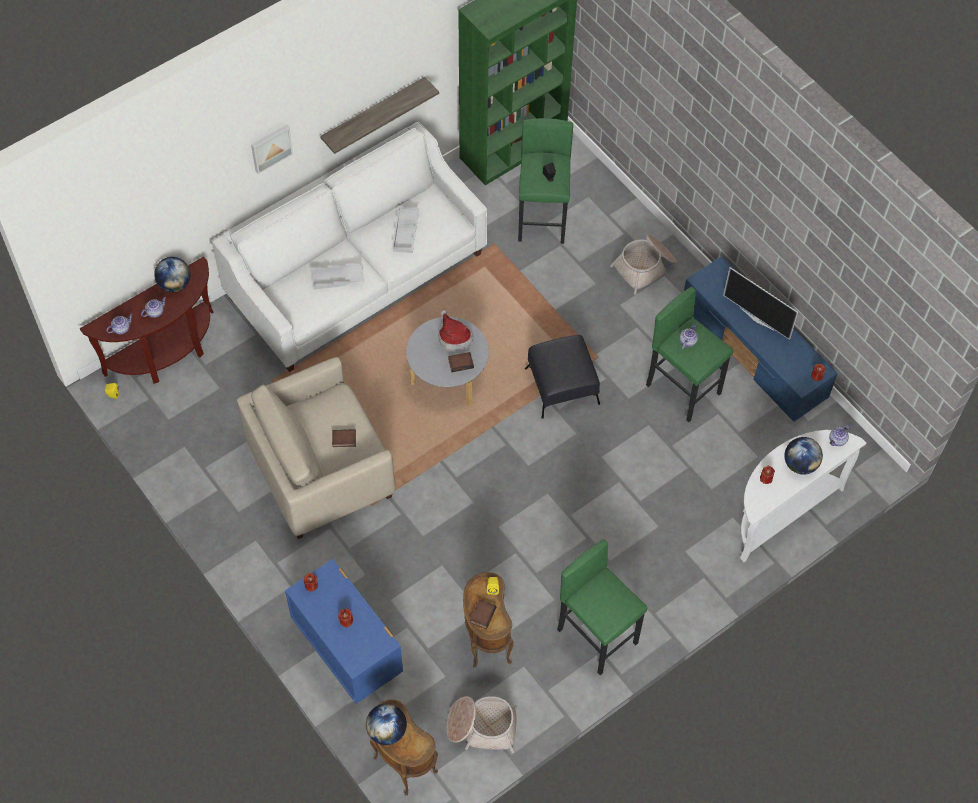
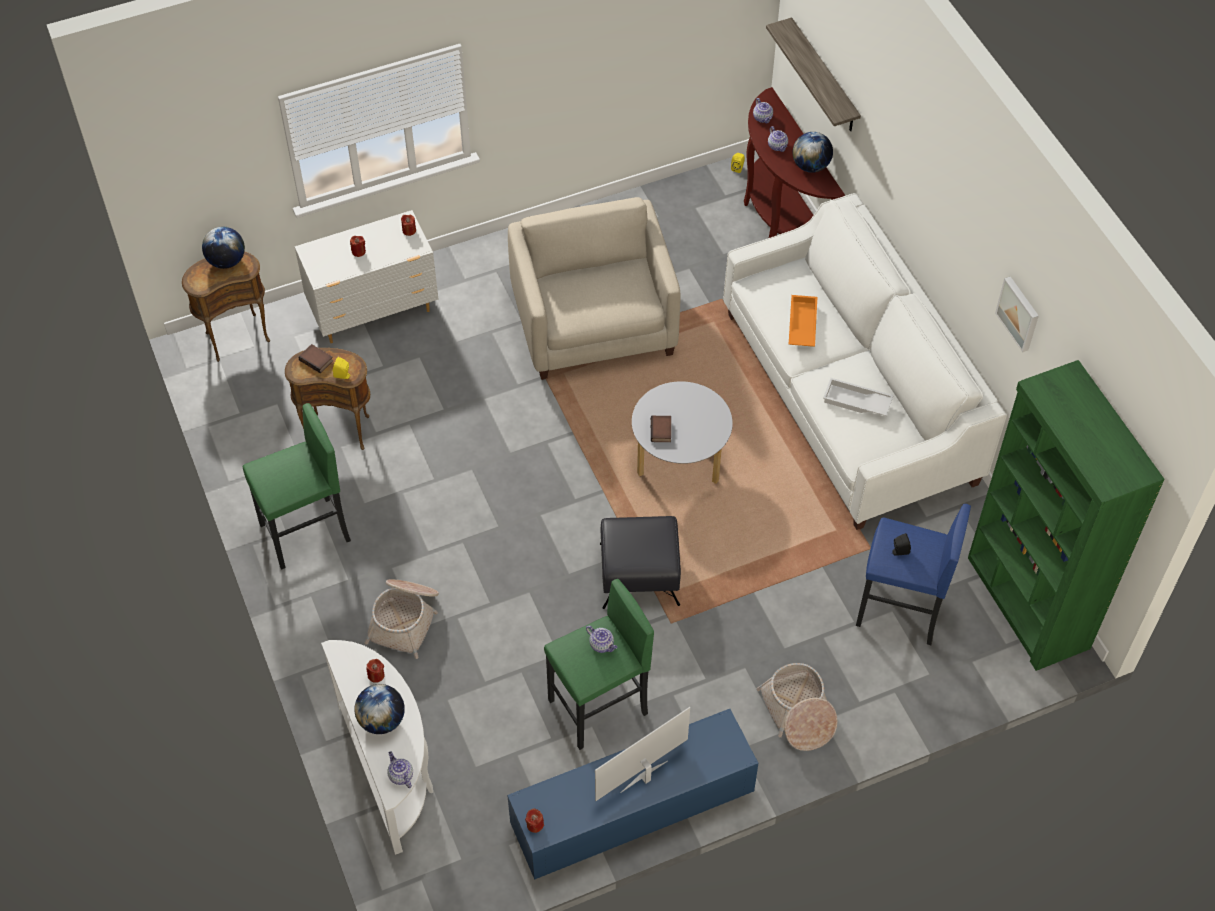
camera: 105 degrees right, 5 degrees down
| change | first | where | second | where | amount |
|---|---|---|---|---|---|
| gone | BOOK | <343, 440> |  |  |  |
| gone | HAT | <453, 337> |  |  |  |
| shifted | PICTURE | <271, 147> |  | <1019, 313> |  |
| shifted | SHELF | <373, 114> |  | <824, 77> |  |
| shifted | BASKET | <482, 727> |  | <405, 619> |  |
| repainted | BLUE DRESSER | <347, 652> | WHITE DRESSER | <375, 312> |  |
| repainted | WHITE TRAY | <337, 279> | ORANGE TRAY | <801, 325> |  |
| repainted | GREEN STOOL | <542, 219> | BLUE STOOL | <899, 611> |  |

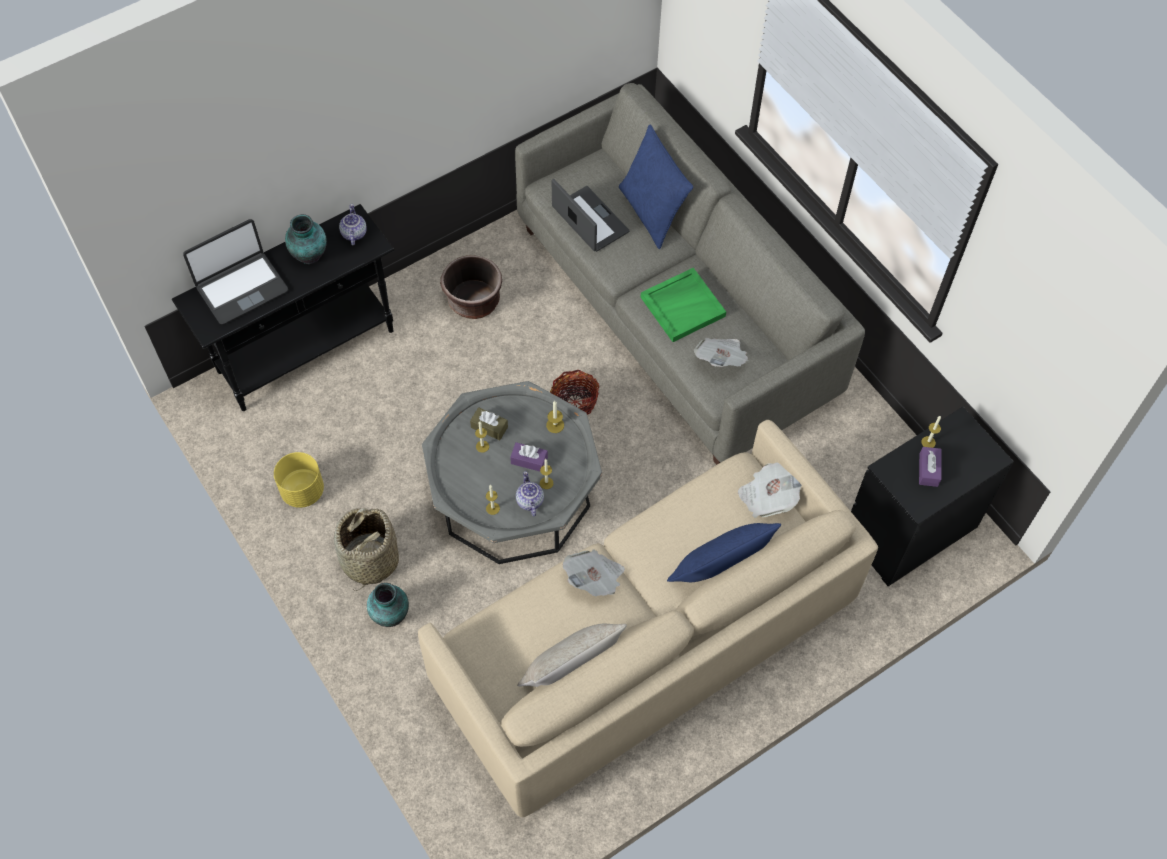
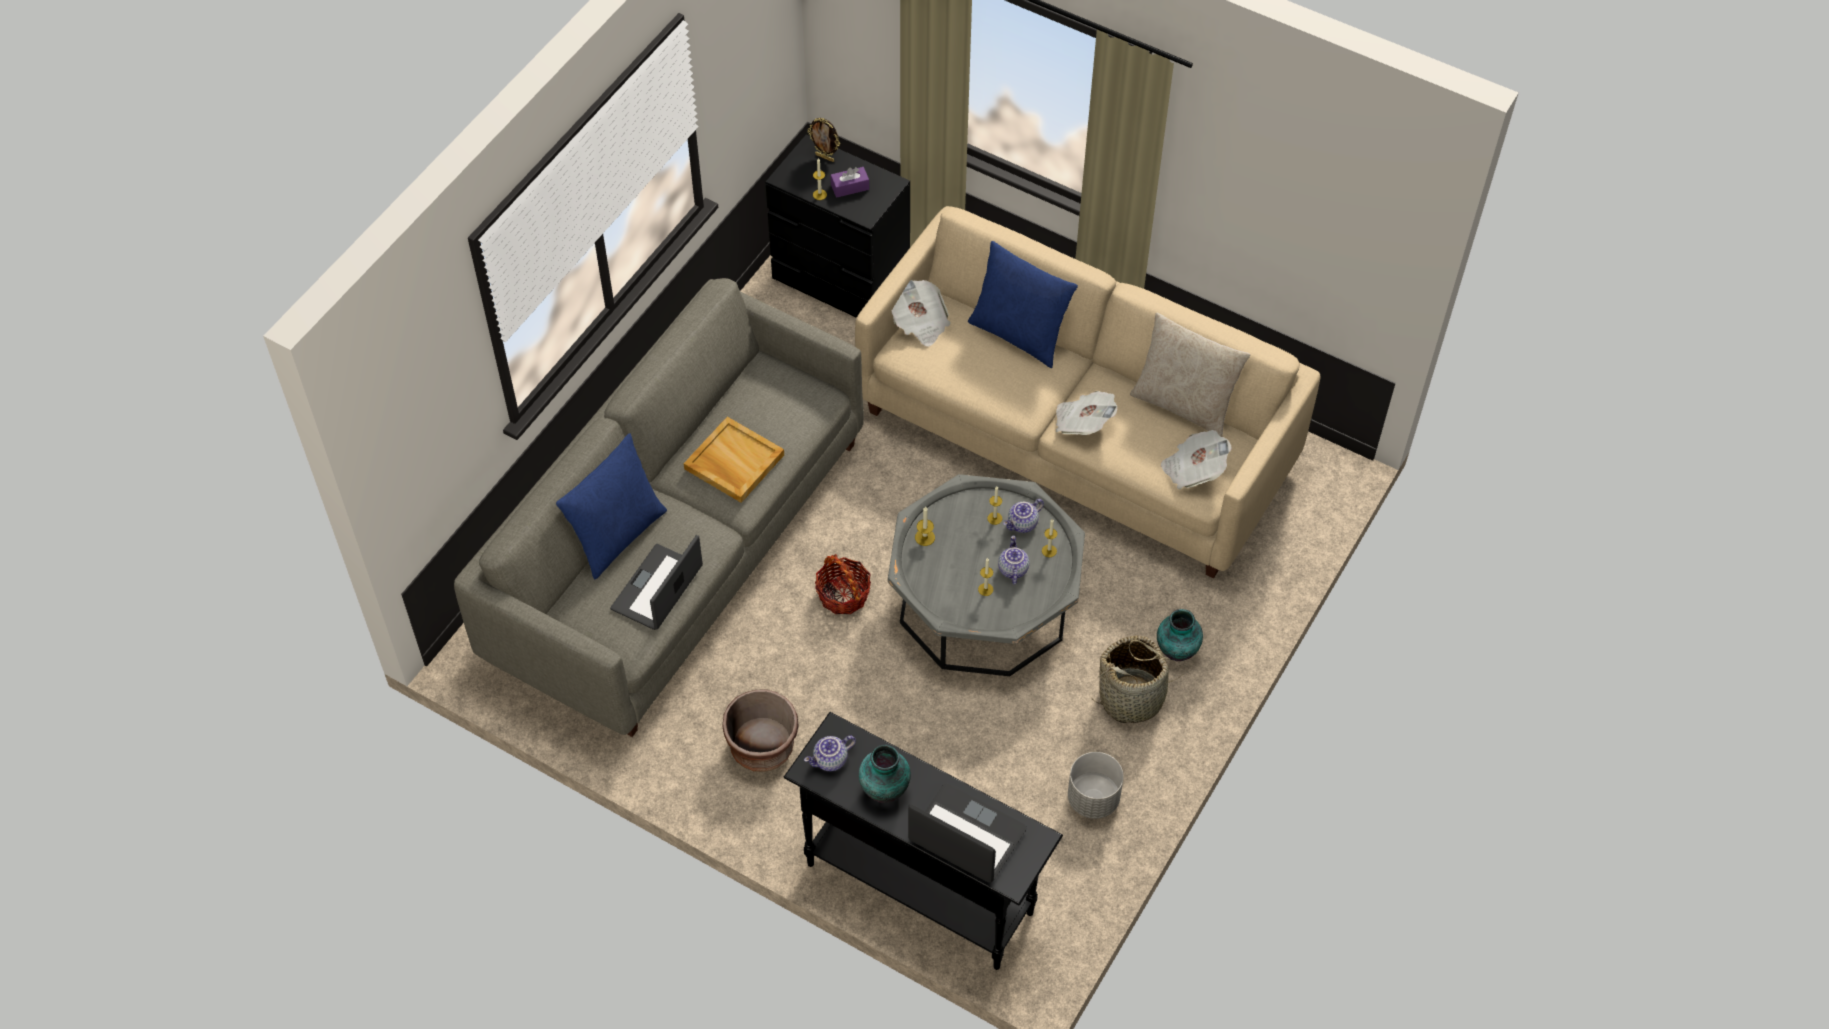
camera: 115 degrees left, 5 degrees down
| change | first | where | second | where | amount |
|---|---|---|---|---|---|
| gone | BROWN TISSUE BOX | <489, 427> |  |  |  |
| gone | PURPLE TISSUE BOX | <529, 460> |  |  |  |
| new |  |  | PICTURE FRAME | <825, 157> |  |
| new |  |  | TEAPOT | <1012, 569> |  |
| shifted | NEWSPAPER | <721, 359> |  | <1193, 469> |  |
| repainted | YELLOW PLANTER | <302, 491> | GREY PLANTER | <1093, 799> |  |
| repainted | GREEN TRAY | <683, 306> | BEIGE TRAY | <733, 462> |  |

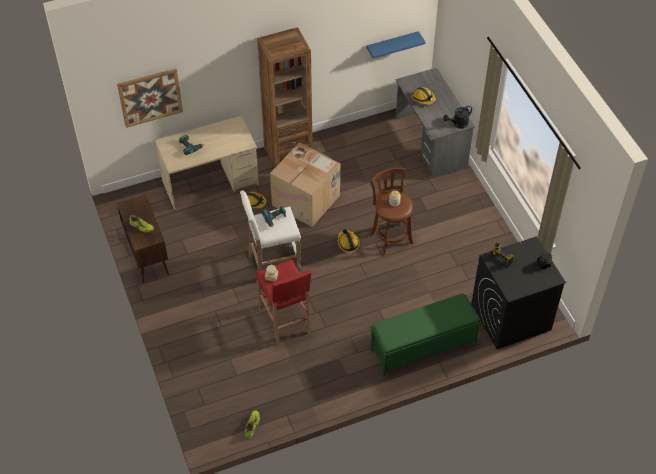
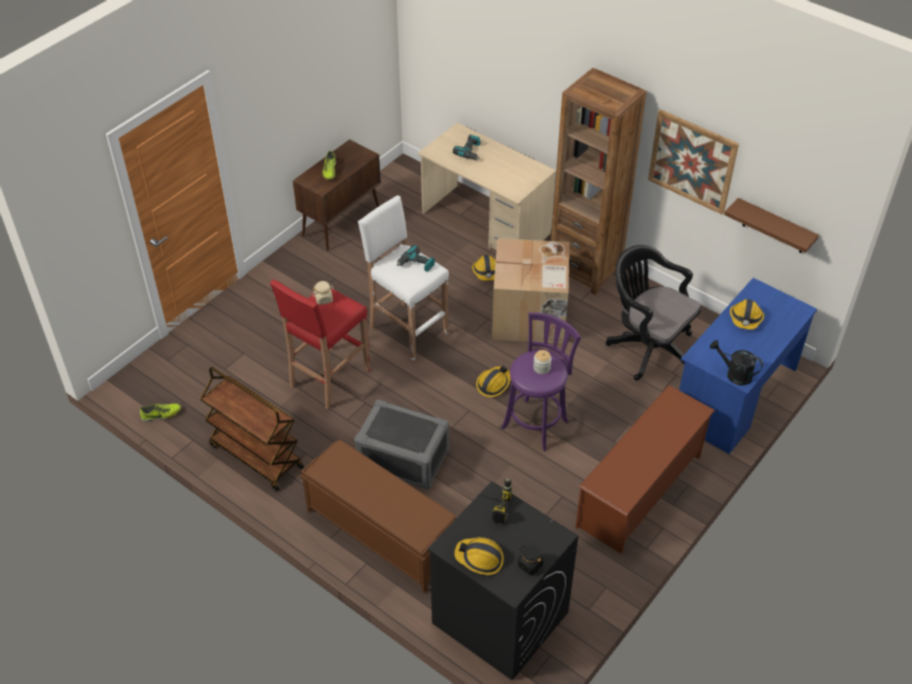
camera: 60 degrees right, 5 degrees down
| change | first | where | second | where | amount |
|---|---|---|---|---|---|
| new |  |  | BROWN CART | <255, 456> |  |
| new |  |  | GREY STORAGE BOX | <402, 459> |  |
| new |  |  | HARD HAT | <480, 559> |  |
| new |  |  | BROWN SHOE RACK | <640, 491> |  |
| new |  |  | BLACK OFFICE CHAIR | <647, 347> |  |
| shifted | PICTURE | <150, 97> |  | <692, 161> |  |
| repainted | BLUE SHELF | <392, 45> | BROWN SHELF | <774, 227> |  |
| repainted | BROWN STOOL | <390, 237> | PURPLE STOOL | <536, 422> |  |
| repainted | GREEN BENCH | <422, 346> | BROWN BENCH | <380, 533> |  |
| repainted | GREY DESK | <430, 142> | BLUE DESK | <734, 396> |  |

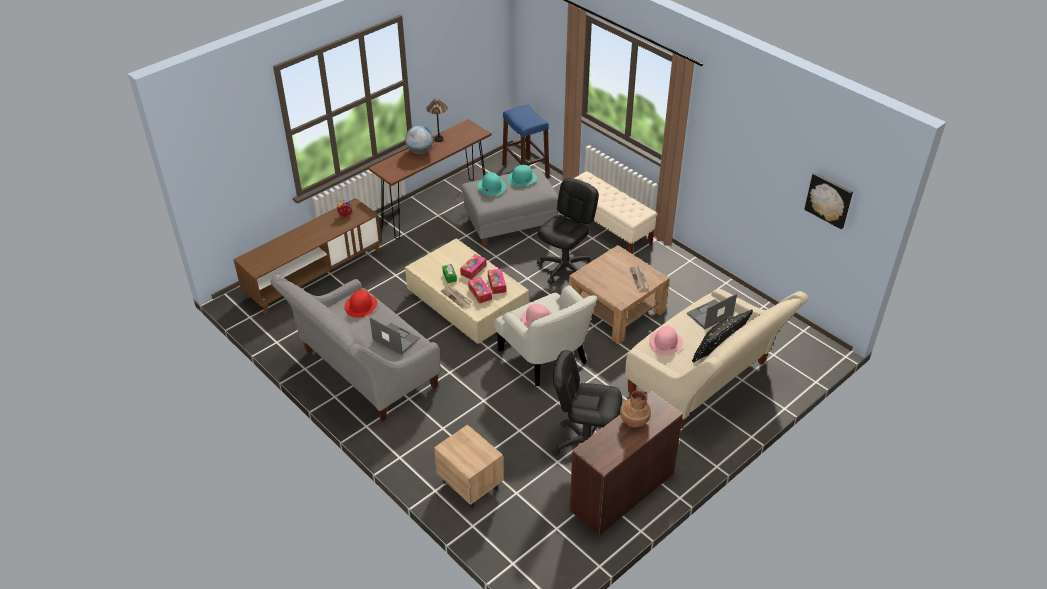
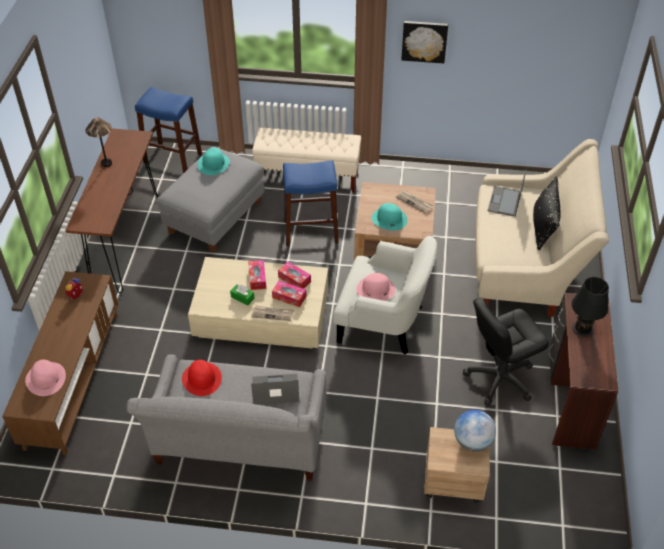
camera: 40 degrees left, 5 degrees up
| change | first | where | second | where | amount |
|---|---|---|---|---|---|
| shifted | GLOBE | <420, 151> |  | <472, 441> |  |
| shifted | TURQUOISE HAT | <491, 187> |  | <389, 219> |  |
| shifted | PINK HAT | <665, 342> |  | <46, 379> |  |
| shifted | PICTURE | <829, 199> |  | <424, 41> |  |
| swapped | BLACK OFFICE CHAIR | <565, 268> | BLUE STOOL | <311, 231> |  |
| swapped | BROWN VASE | <634, 420> | BLACK TABLE LAMP | <583, 327> |  |

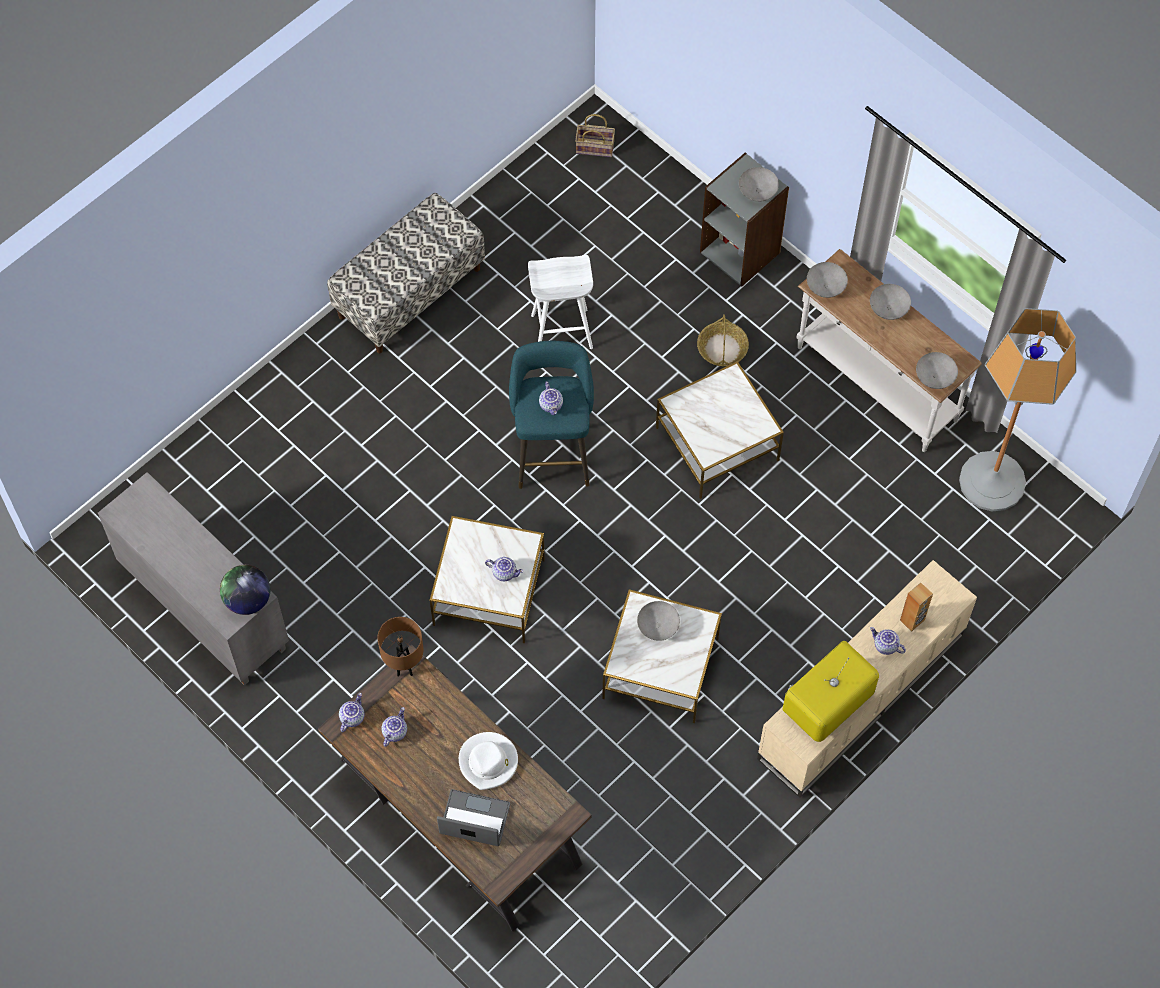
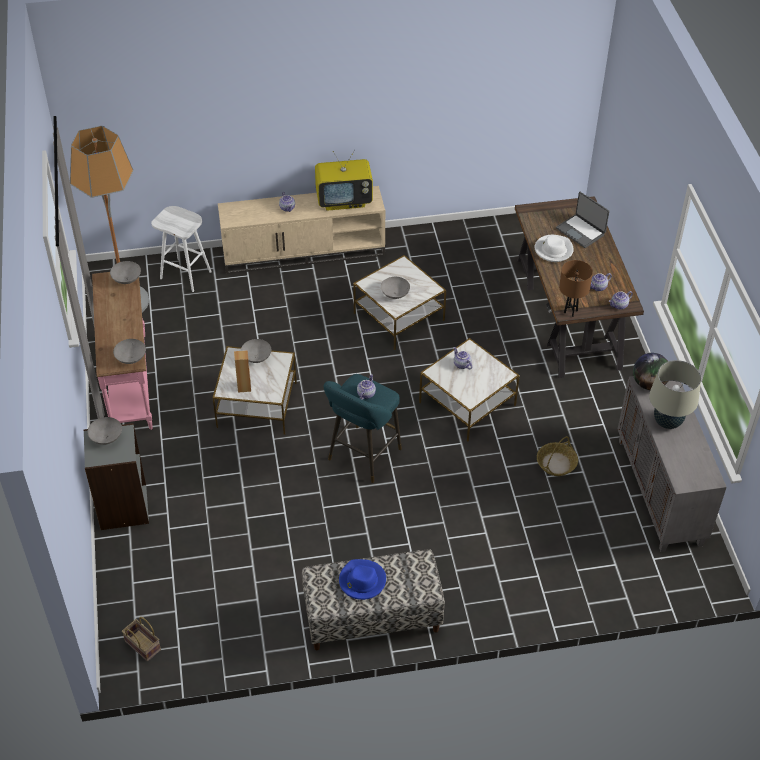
camera: 145 degrees left, 15 degrees down
| change | first | where | second | where | amount |
|---|---|---|---|---|---|
| new |  |  | BLUE HAT | <362, 581> |  |
| new |  |  | BEIGE TABLE LAMP | <667, 422> |  |
| shifted | WHITE STOOL | <561, 332> |  | <186, 275> |  |
| shifted | BASKET | <722, 348> |  | <556, 464> |  |
| shifted | GREY BOWL | <888, 308> |  | <256, 358> |  |
| shifted | BROWN SPEAKER | <912, 620> |  | <244, 387> |  |
| repainted | WHITE CONSOLE TABLE | <875, 385> | PINK CONSOLE TABLE | <130, 382> |  |

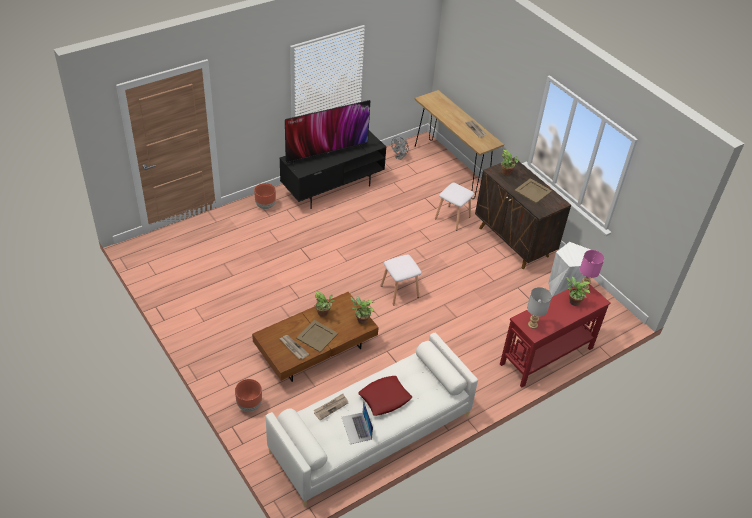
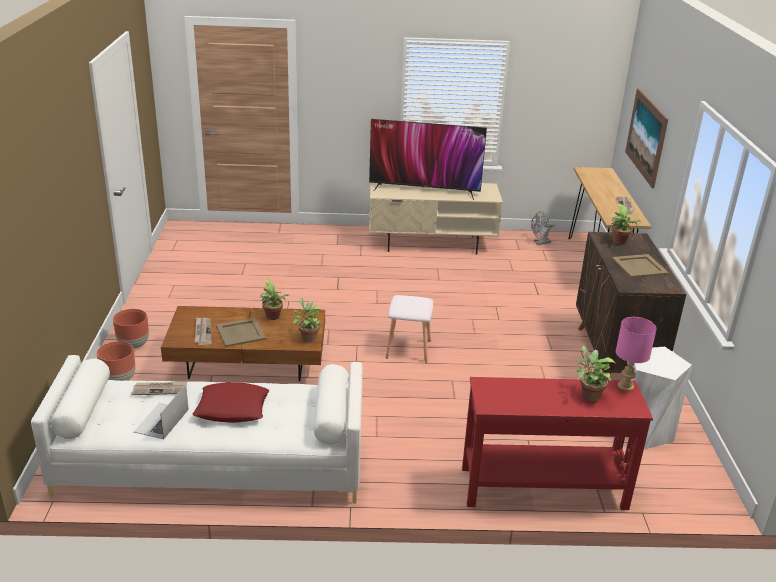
camera: 35 degrees right, 15 degrees down
| change | first | where | second | where | amount |
|---|---|---|---|---|---|
| gone | WHITE STOOL | <453, 218> |  |  |  |
| gone | GREY TABLE LAMP | <532, 325> |  |  |  |
| new |  |  | PICTURE | <646, 136> |  |
| shifted | BROWN PLANTER | <265, 206> |  | <133, 345> |  |
| repainted | BLACK TV STAND | <332, 188> | BEIGE TV STAND | <432, 243> |  |

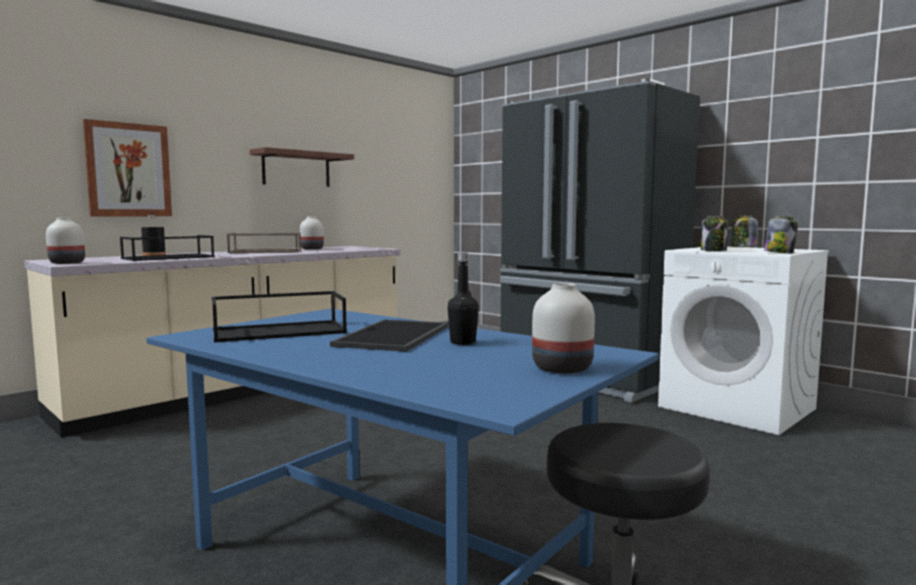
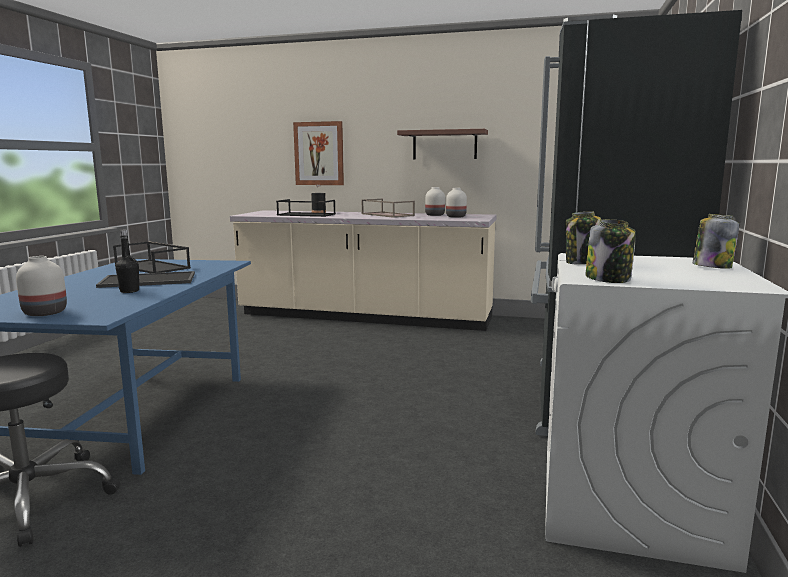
camera: 60 degrees right, 5 degrees up
| change | first | where | second | where | amount |
|---|---|---|---|---|---|
| shifted | WHITE VASE | <68, 263> |  | <456, 217> |  |

